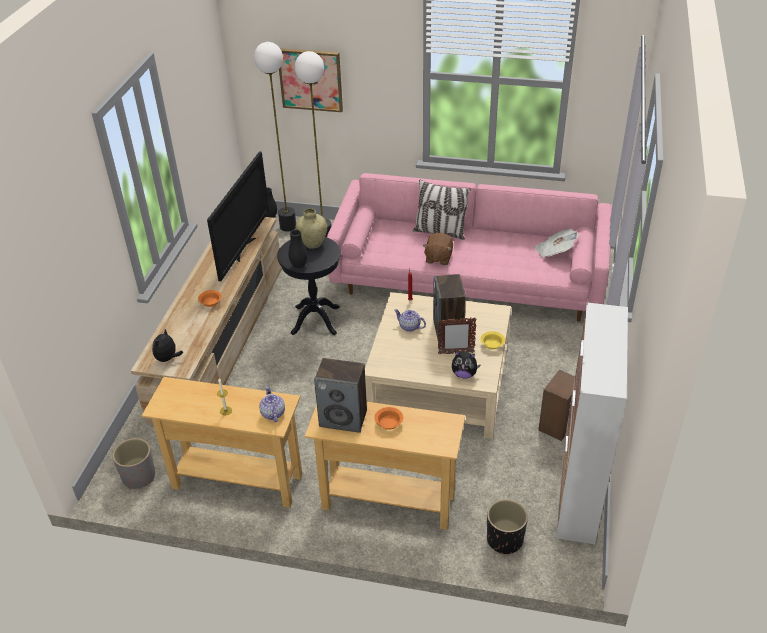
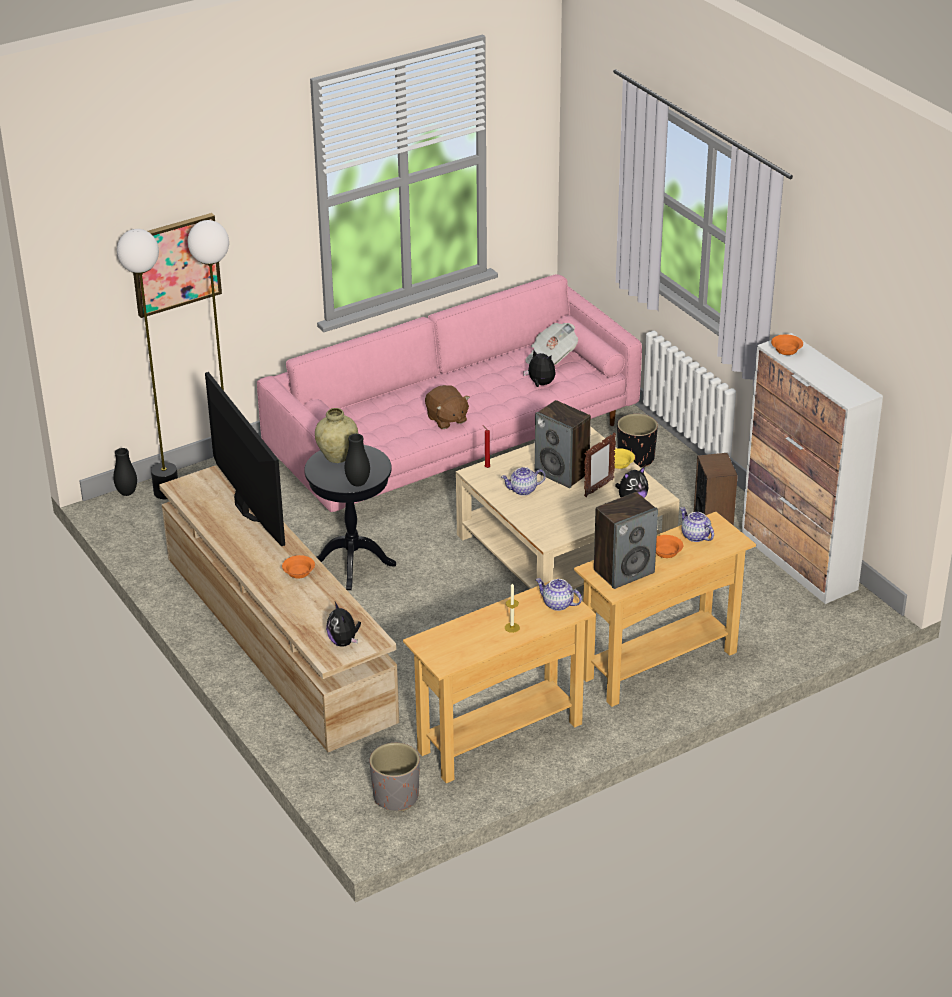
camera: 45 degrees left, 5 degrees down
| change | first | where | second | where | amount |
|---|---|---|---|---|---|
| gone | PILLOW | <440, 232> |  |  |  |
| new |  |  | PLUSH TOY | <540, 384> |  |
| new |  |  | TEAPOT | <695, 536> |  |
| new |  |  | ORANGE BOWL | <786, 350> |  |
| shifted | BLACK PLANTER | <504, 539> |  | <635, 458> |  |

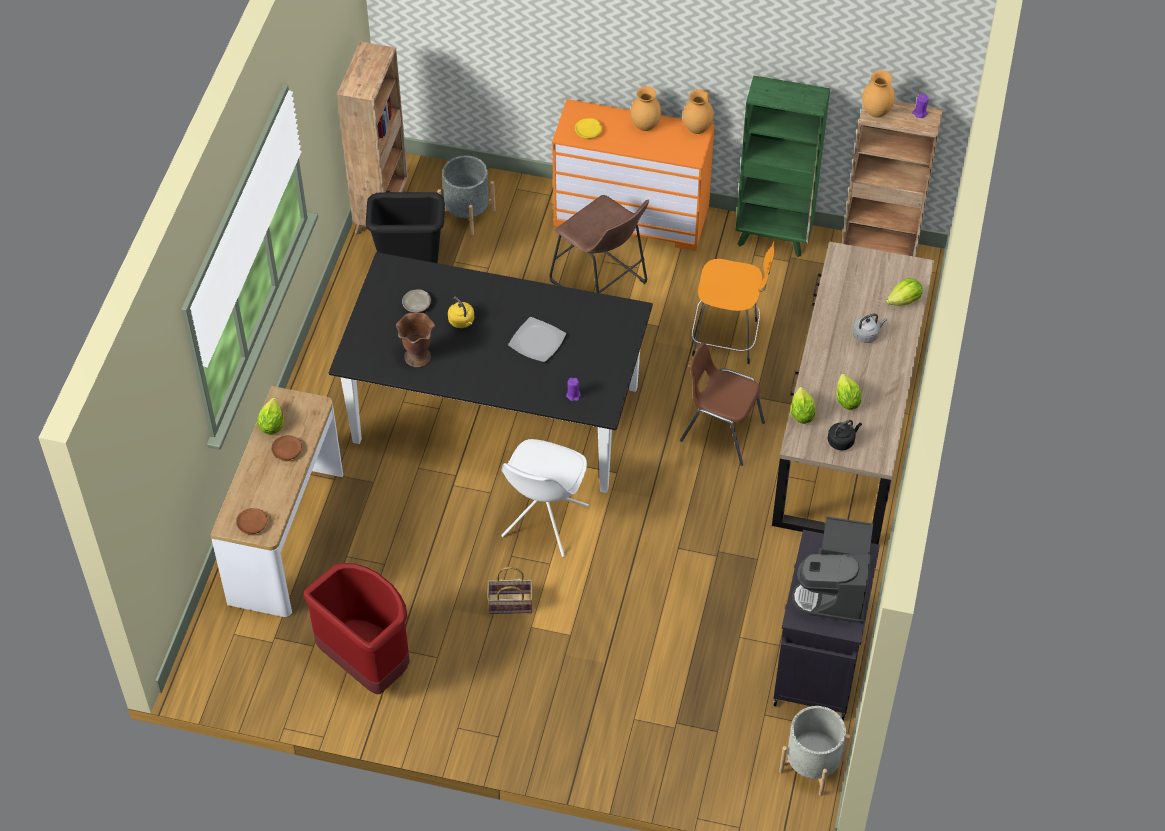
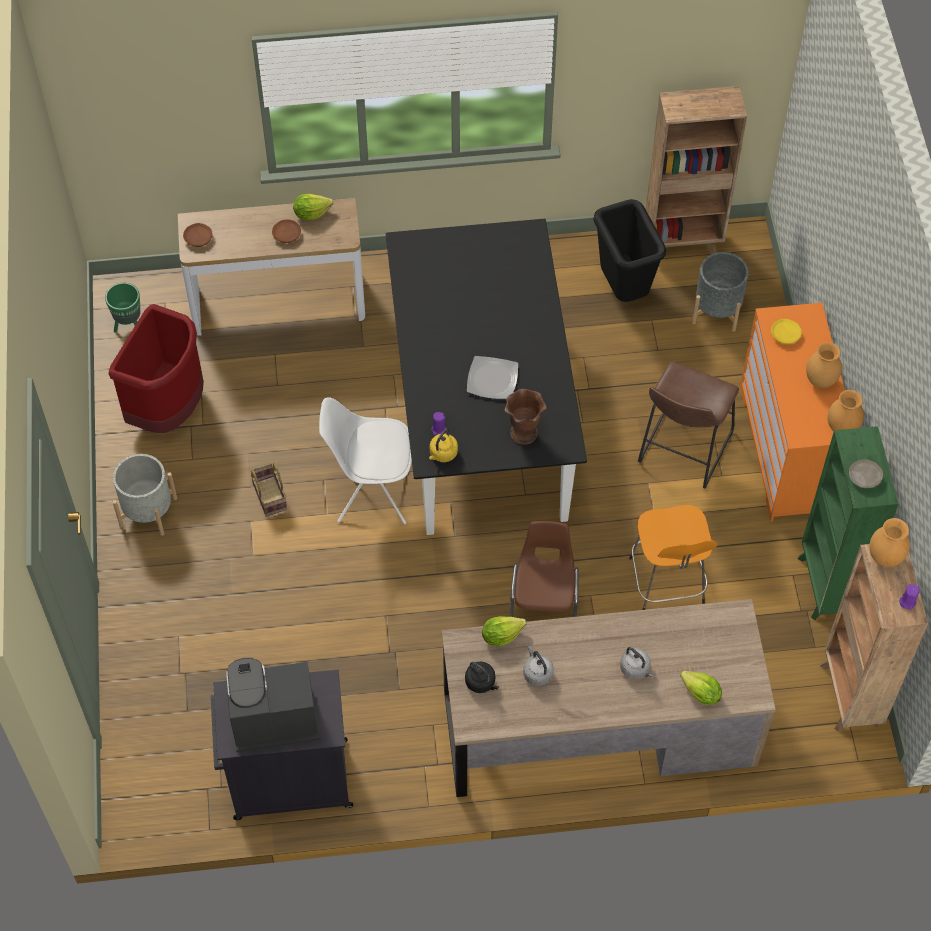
camera: 70 degrees right, 5 degrees up
| change | first | where | second | where | amount |
|---|---|---|---|---|---|
| new |  |  | GREEN PLANTER | <129, 326> |  |
| shifted | BROWN VASE | <418, 357> |  | <523, 433> |  |
| shifted | BEIGE PLATE | <416, 304> |  | <864, 477> |  |
| shifted | YELLOW KETTLE | <462, 321> |  | <442, 454> |  |
| shifted | GREY PLANTER | <812, 765> |  | <148, 511> |  |
| swapped | LETTUCE | <846, 400> | GREY KETTLE | <537, 673> |  |

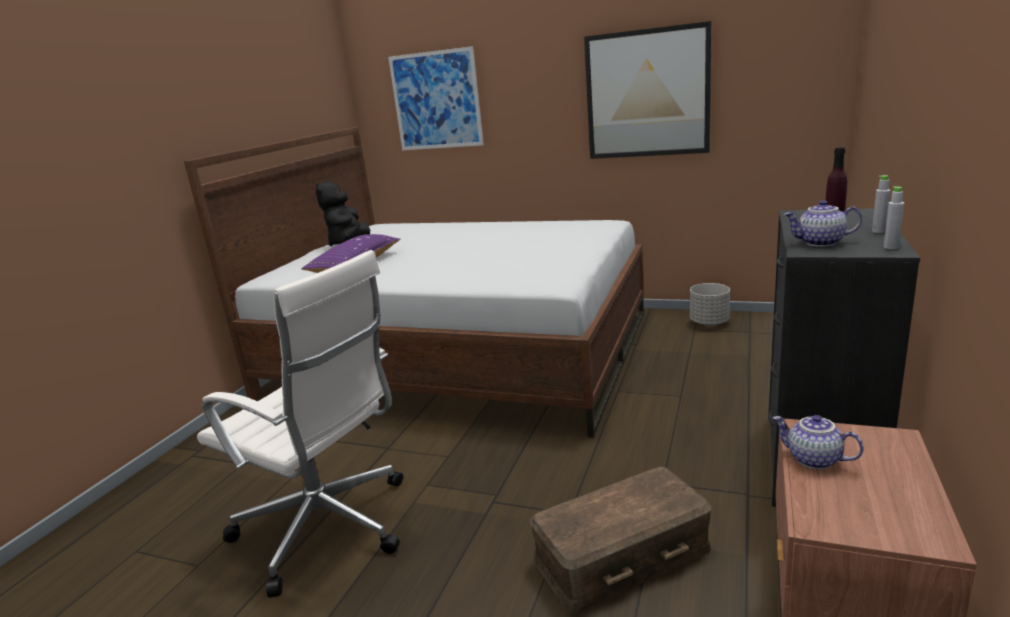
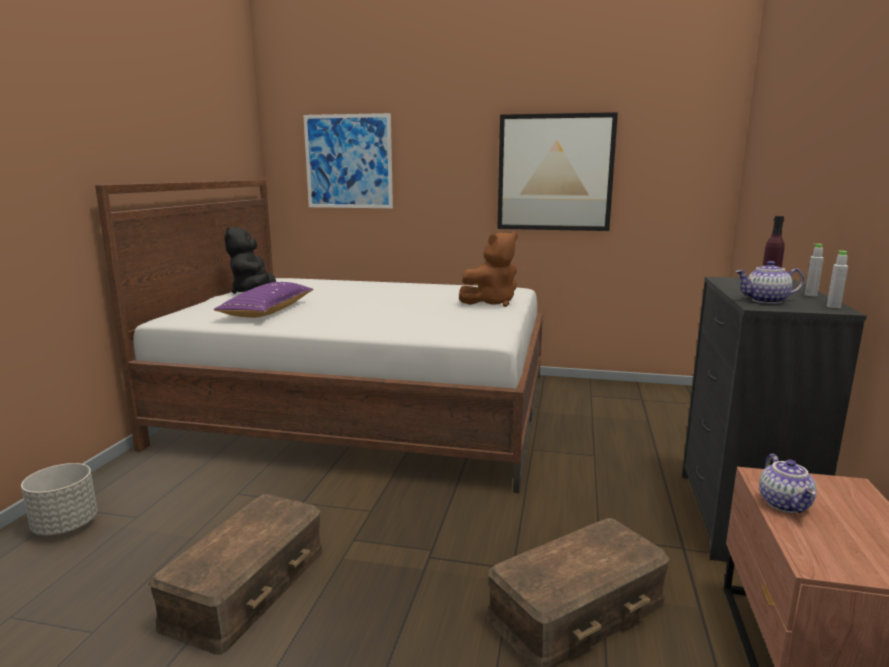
camera: 10 degrees left, 5 degrees down
| change | first | where | second | where | amount |
|---|---|---|---|---|---|
| new |  |  | BROWN PLUSH TOY | <491, 303> |  |
| shifted | GREY PLANTER | <709, 322> |  | <66, 526> |  |
| swapped | WHITE OFFICE CHAIR | <327, 528> | BROWN STORAGE BOX | <248, 587> |  |
| rotated | TEAPOT | <813, 460> |  | <785, 504> | 120 degrees counterclockwise |

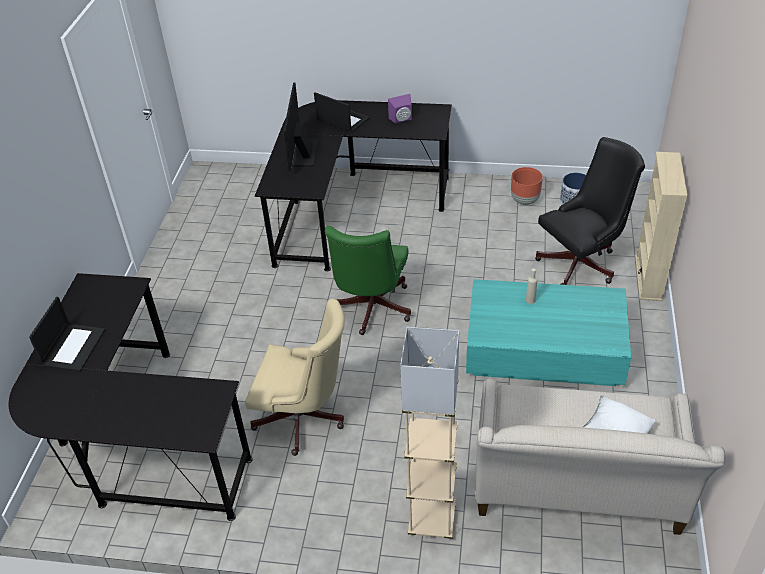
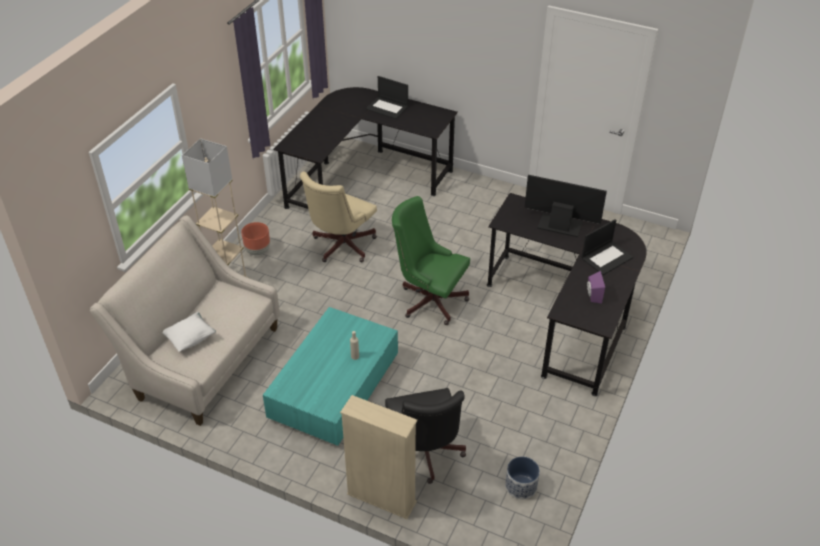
camera: 105 degrees right, 0 degrees up
| change | first | where | second | where | amount |
|---|---|---|---|---|---|
| shifted | BROWN PLANTER | <525, 200> |  | <257, 251> |  |

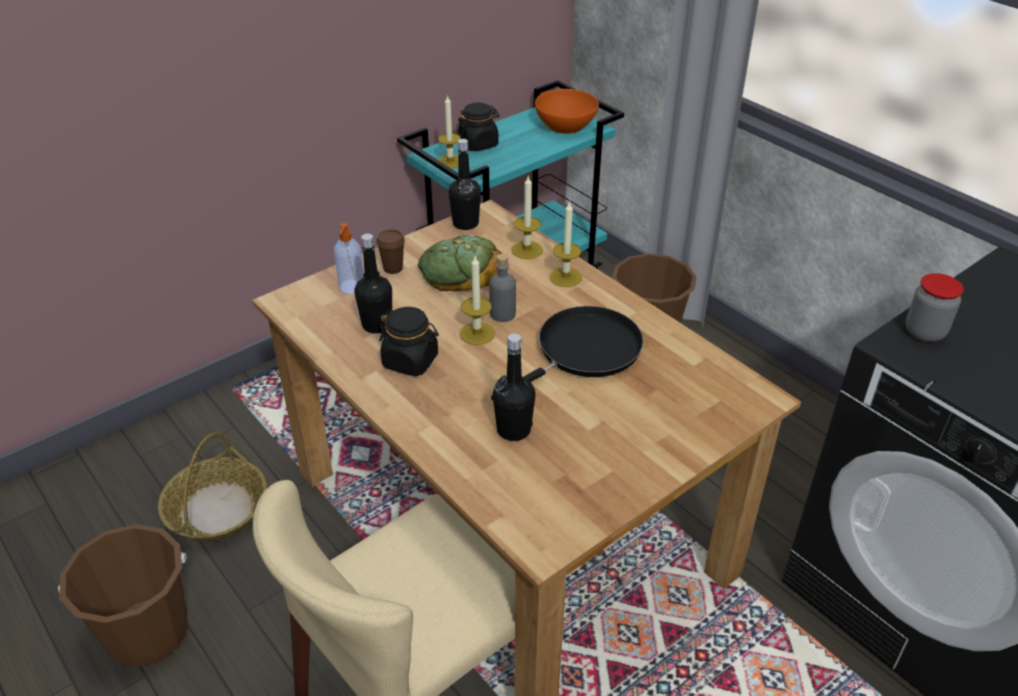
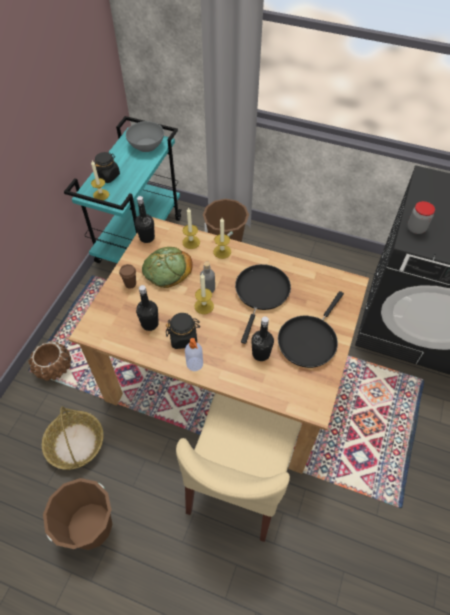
camera: 30 degrees left, 15 degrees up
| change | first | where | second | where | amount |
|---|---|---|---|---|---|
| new |  |  | BROWN PLANTER | <54, 367> |  |
| new |  |  | BLACK FRYING PAN | <309, 340> |  |
| shifted | SOAP DISPENSER | <352, 287> |  | <195, 364> |  |
| repainted | ORANGE BOWL | <565, 125> | GREY BOWL | <146, 145> |  |

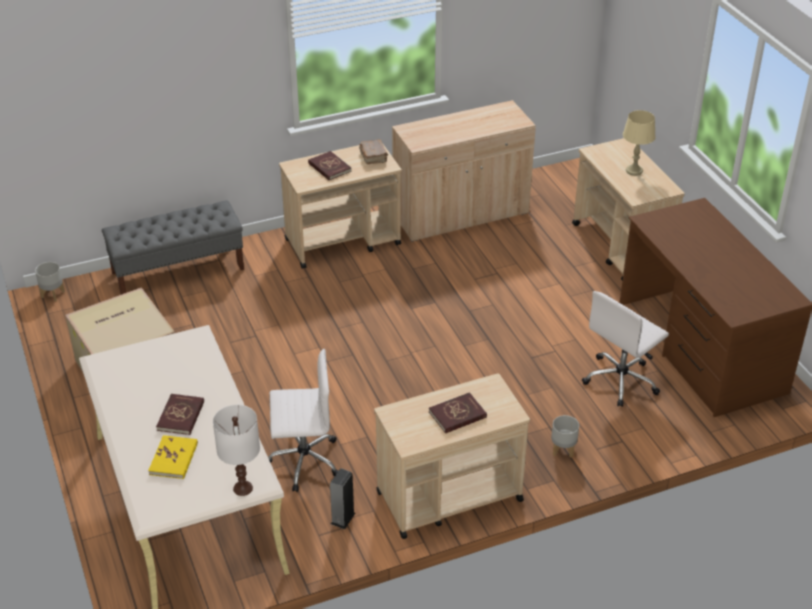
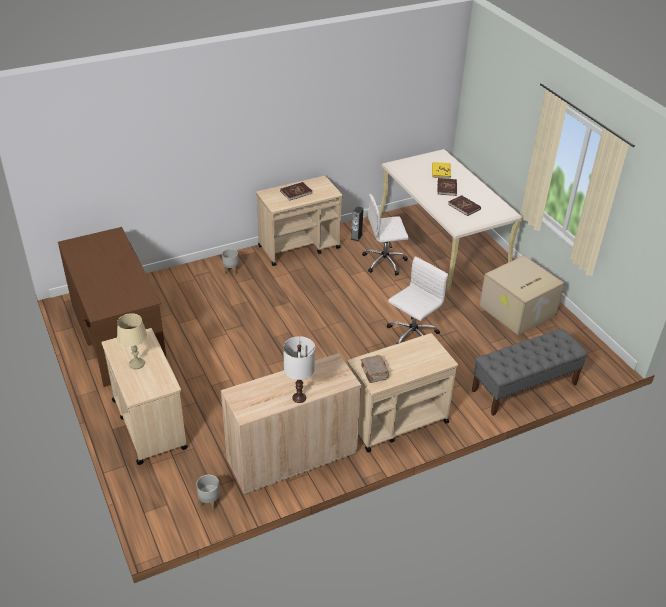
camera: 175 degrees right, 0 degrees up
| change | first | where | second | where | amount |
|---|---|---|---|---|---|
| shifted | GREY PLANTER | <53, 294> |  | <209, 502> |  |
| shifted | WHITE TABLE LAMP | <243, 488> |  | <299, 397> |  |
| shifted | RED BOOK | <329, 167> |  | <464, 206> |  |
| shifted | WHITE OFFICE CHAIR | <621, 380> |  | <412, 335> |  |

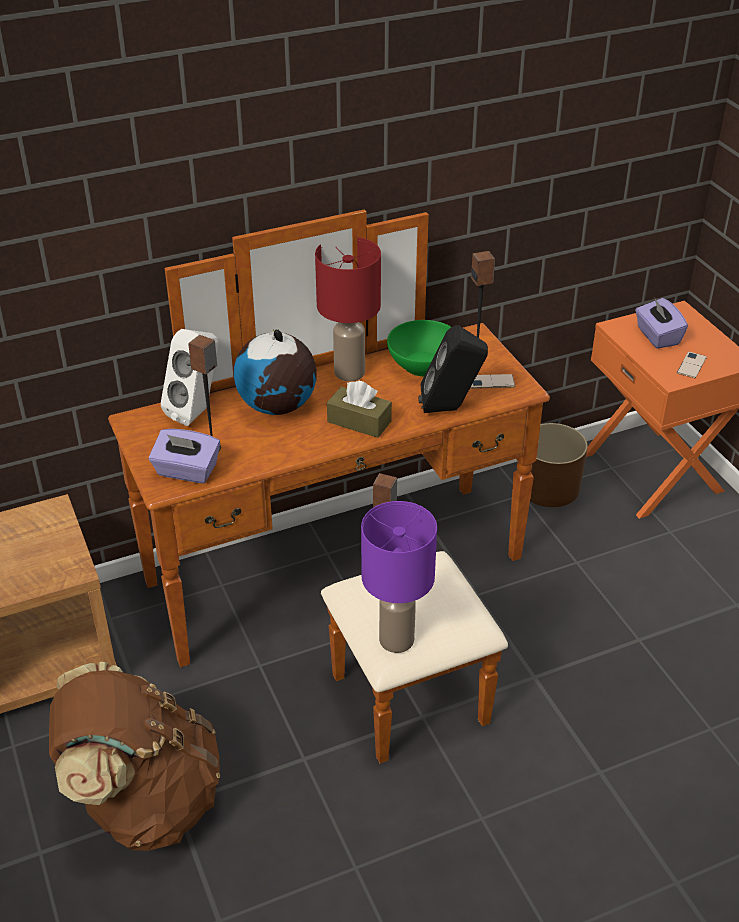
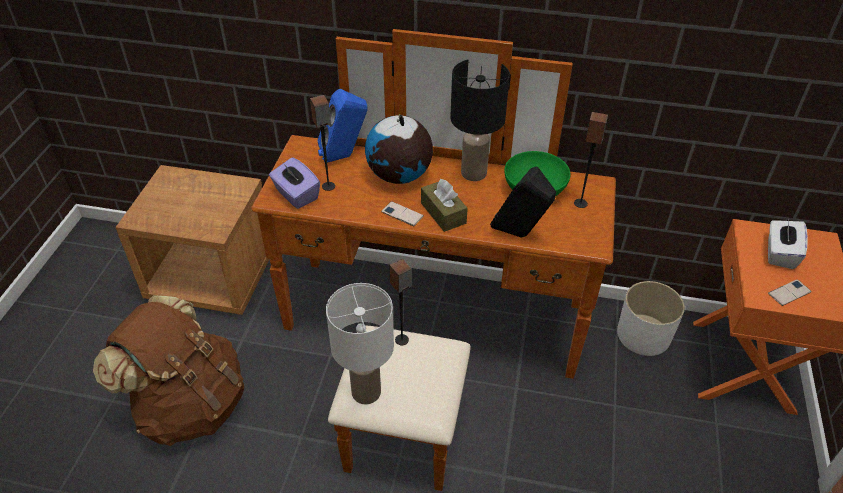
camera: 35 degrees right, 5 degrees up
| change | first | where | second | where | amount |
|---|---|---|---|---|---|
| shifted | PHONE | <491, 382> |  | <402, 214> |  |
| repainted | WHITE SPEAKER | <197, 412> | BLUE SPEAKER | <344, 156> |  |
| repainted | RED TABLE LAMP | <349, 373> | BLACK TABLE LAMP | <473, 173> |  |
| repainted | PURPLE TABLE LAMP | <397, 639> | WHITE TABLE LAMP | <367, 392> |  |
| repainted | BROWN PLANTER | <549, 487> | WHITE PLANTER | <644, 335> |  |
| repainted | PURPLE TISSUE BOX | <657, 336> | WHITE TISSUE BOX | <779, 253> |  |

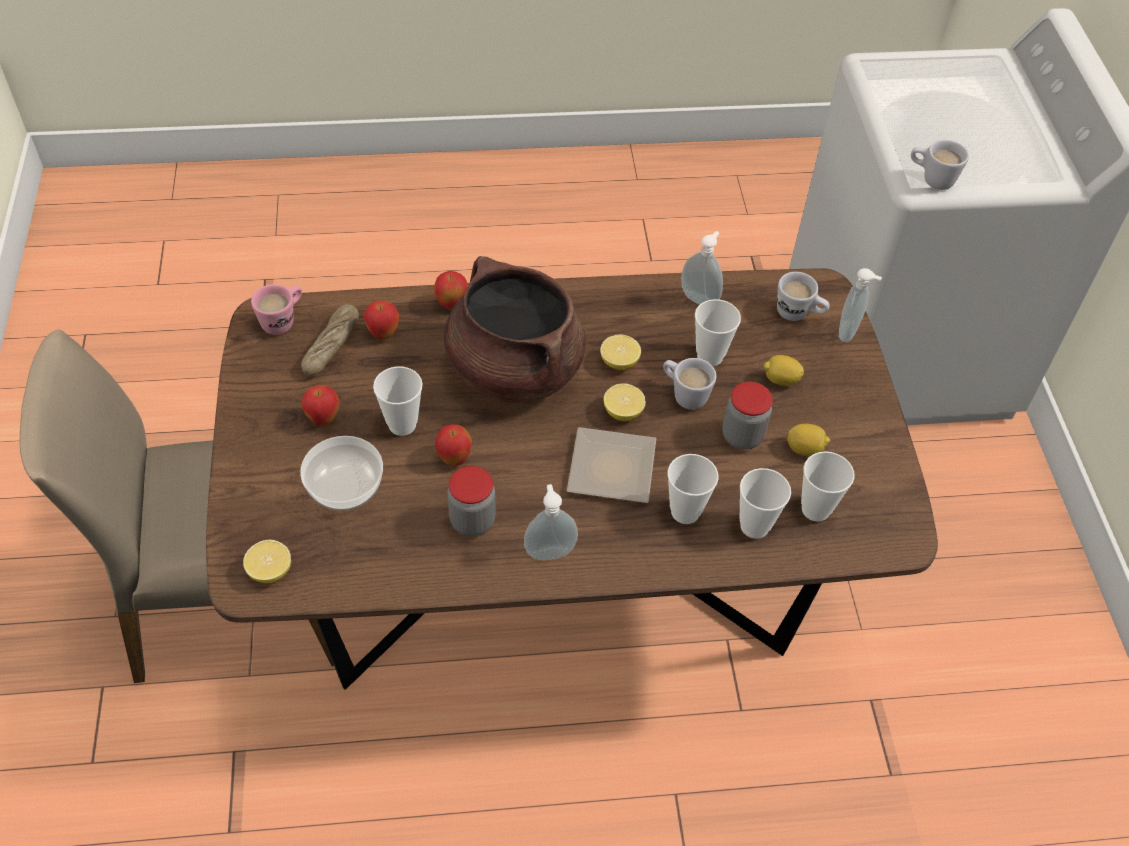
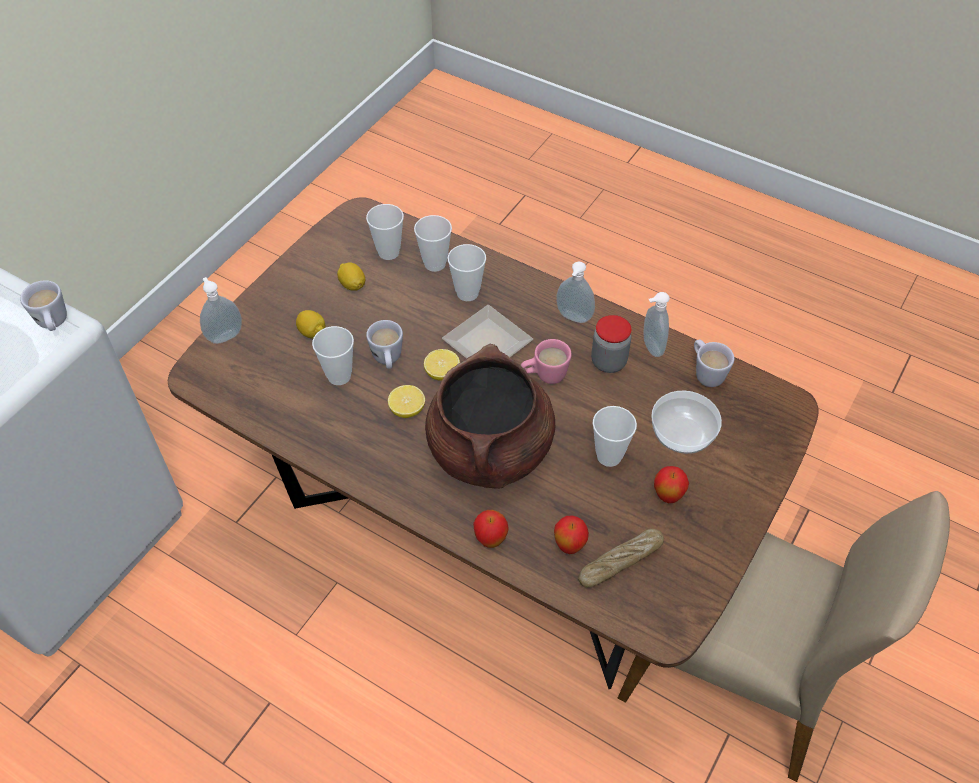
camera: 140 degrees left, 0 degrees up
| change | first | where | second | where | amount |
|---|---|---|---|---|---|
| gone | LEMON | <270, 571> |  |  |  |
| gone | APPLE | <454, 459> |  |  |  |
| gone | JAR | <742, 436> |  |  |  |
| shifted | PINK MUG | <283, 321> |  | <544, 376> |  |
| shifted | SOAP DISPENSER | <700, 298> |  | <650, 347> |  |
| shifted | WHITE MUG | <798, 314> |  | <706, 373> |  |

